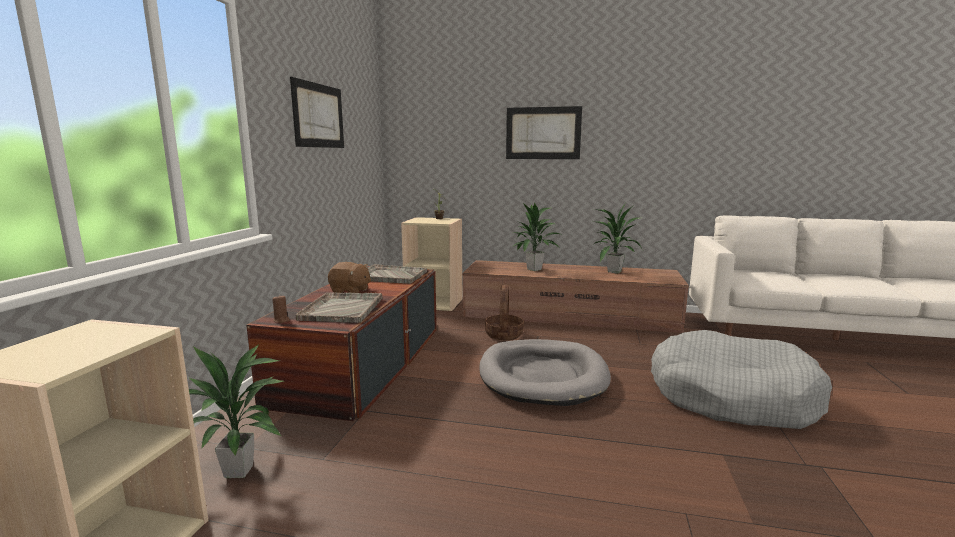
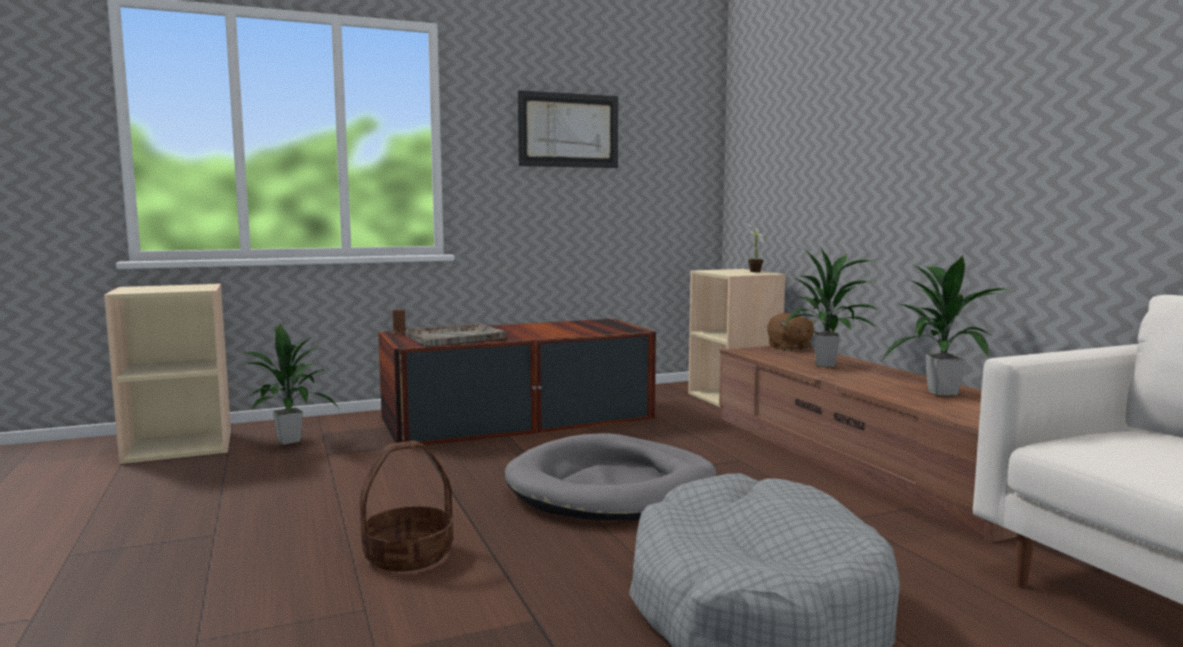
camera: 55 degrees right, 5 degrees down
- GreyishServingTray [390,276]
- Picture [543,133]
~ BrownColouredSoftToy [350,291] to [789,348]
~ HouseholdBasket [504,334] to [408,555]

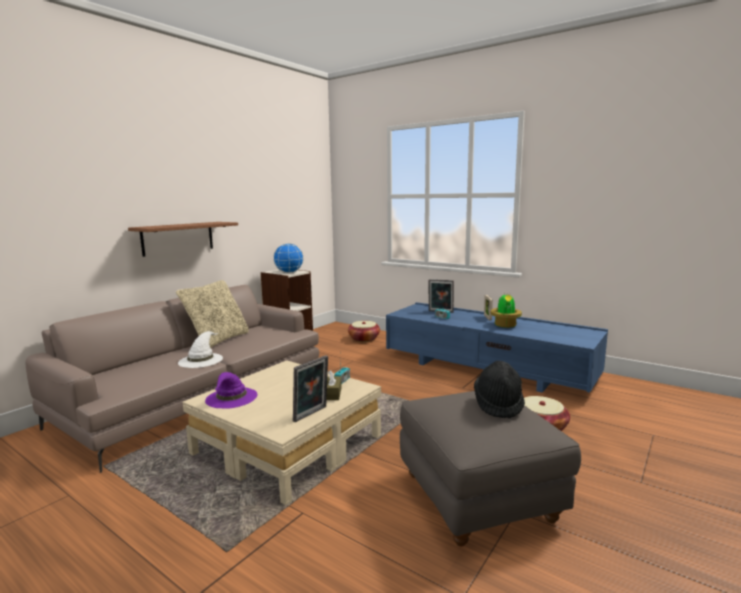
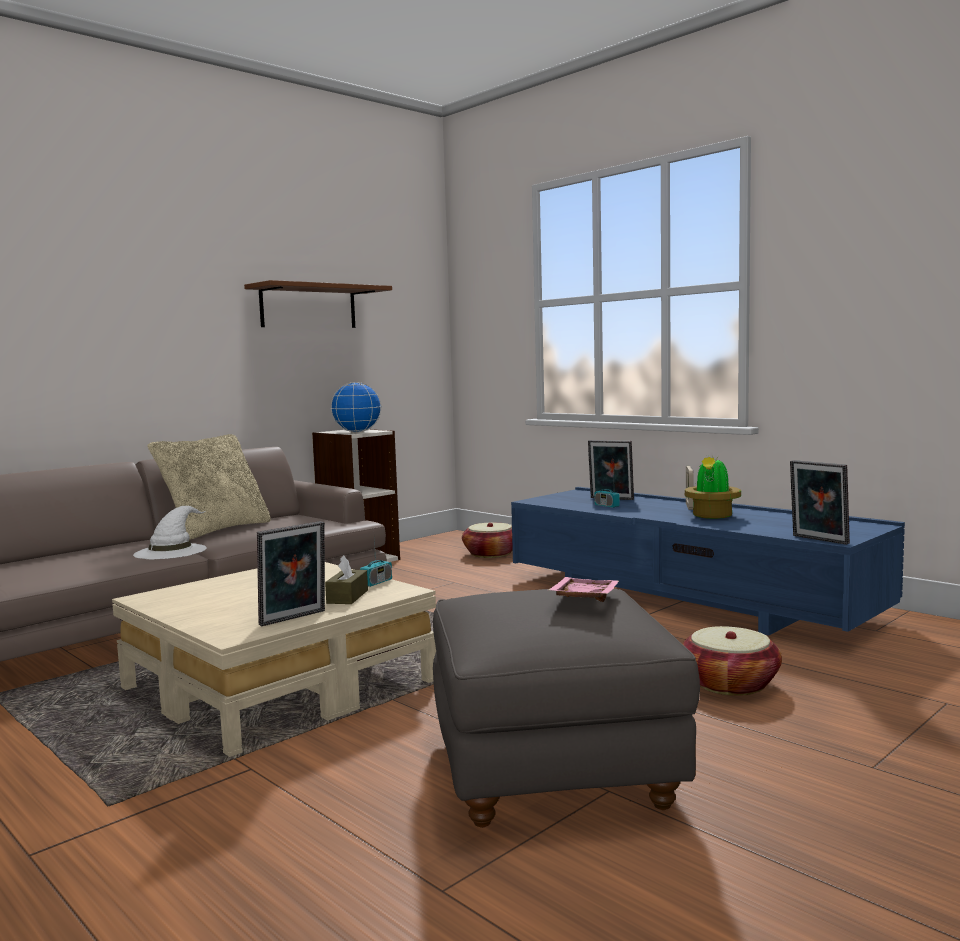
camera: 10 degrees right, 5 degrees down
- PurpleClothingHat [231,398]
+ PhotoFrame [818,540]
~ BrownColouredShelf [178,238] to [308,307]
~ BlackClothingHat [498,405] to PinkServingTray [583,599]

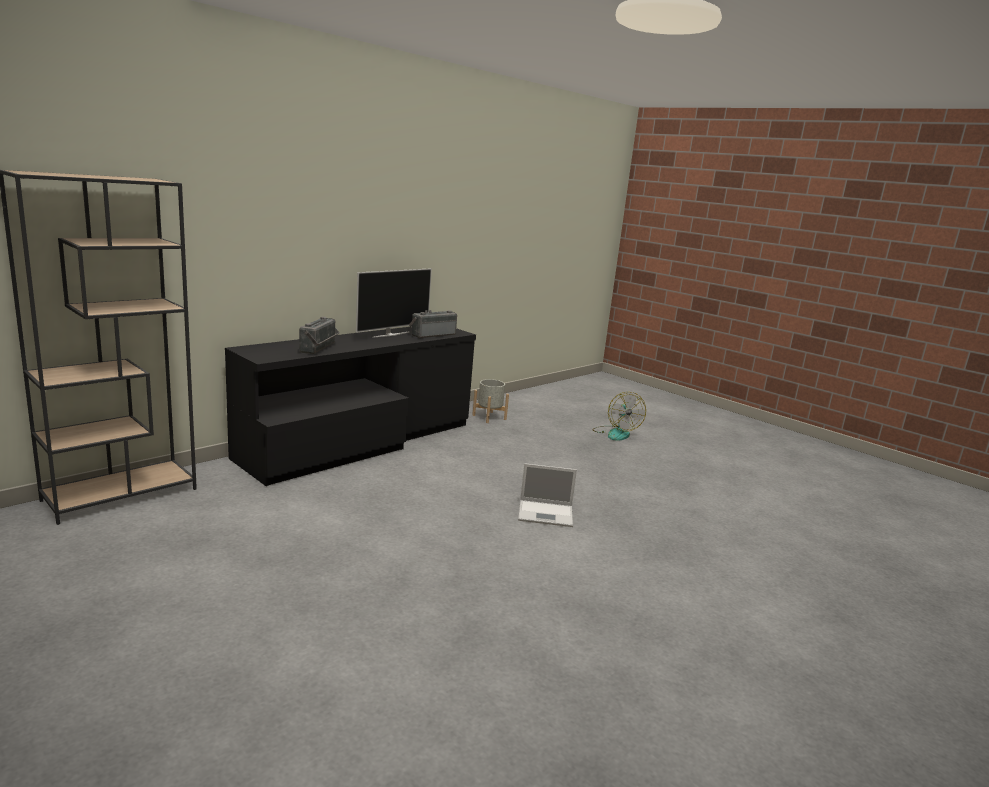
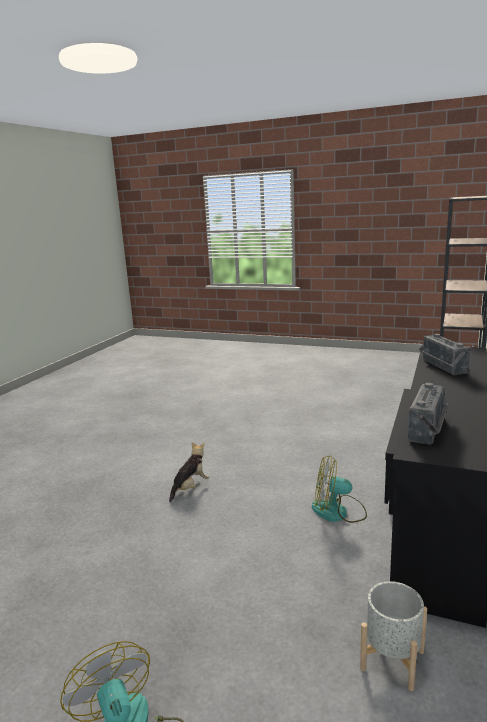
camera: 160 degrees right, 0 degrees up
- Tv [390,334]
+ Fan [338,512]
~ PortableComputer [546,513] to SoftToy [190,488]

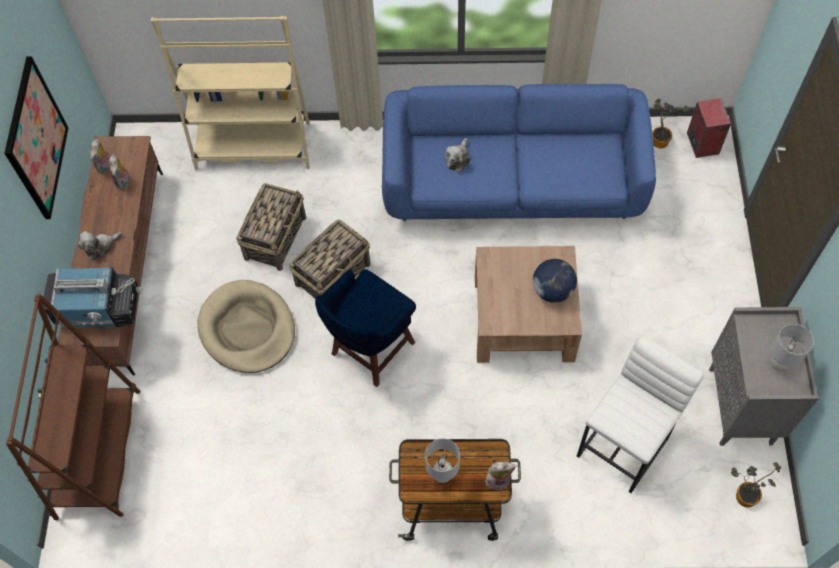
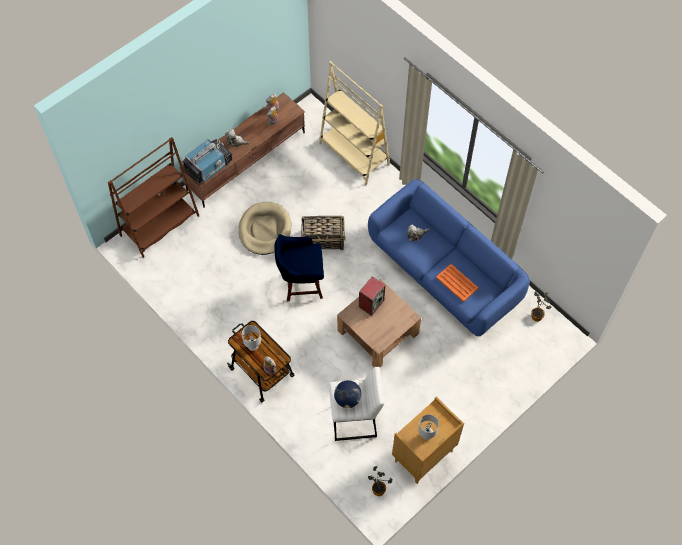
camera: 45 degrees right, 0 degrees up
- Picture [36,139]
- HouseholdBasket [276,237]
+ OrangeyServingTray [457,283]
~ WorldGlobe [552,290] to [347,399]
~ Speaker [702,143] to [371,303]
~ GreyishCupboard [740,406] to BrownColouredCupboard [423,456]
~ Tv [99,308] = [209,166] 90 degrees counterclockwise

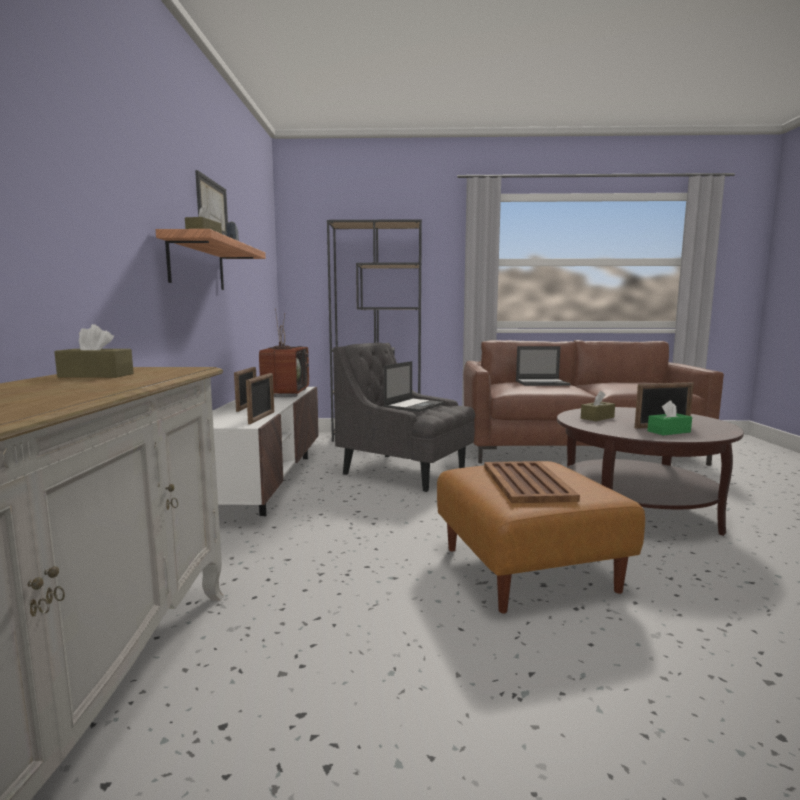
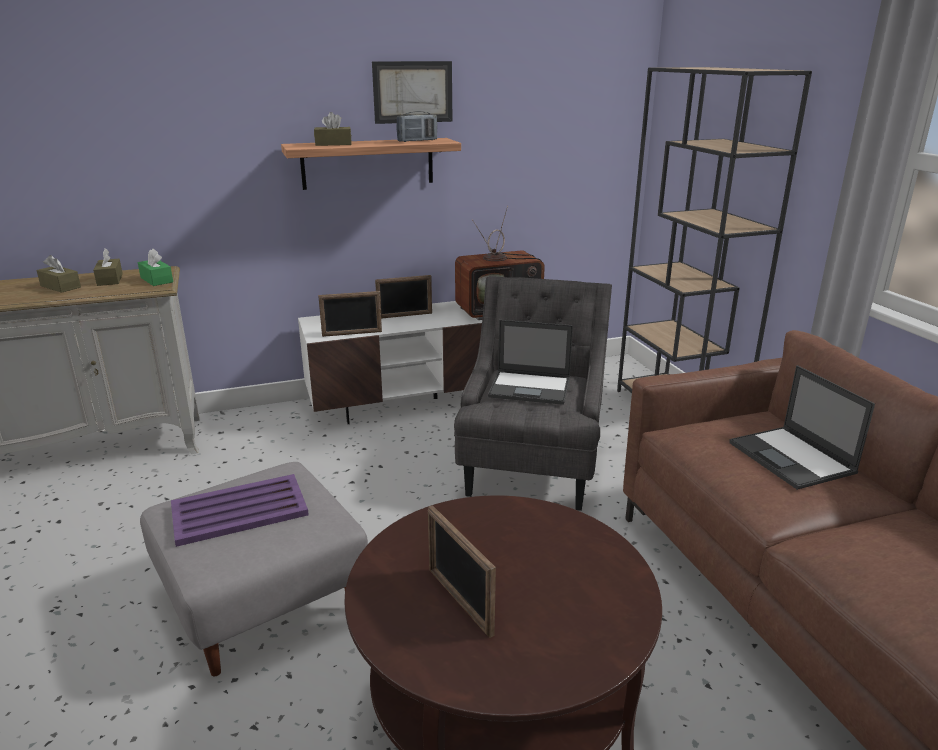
camera: 70 degrees right, 15 degrees up
~ BrownColouredTissueHolder [597,418] to [60,286]
~ GreenTissueHolder [668,431] to [156,280]
~ BrownColouredPouffe [529,569] to GreyishPouffe [261,600]
~ BrownColouredServingTray [527,483] to PurpleServingTray [238,510]

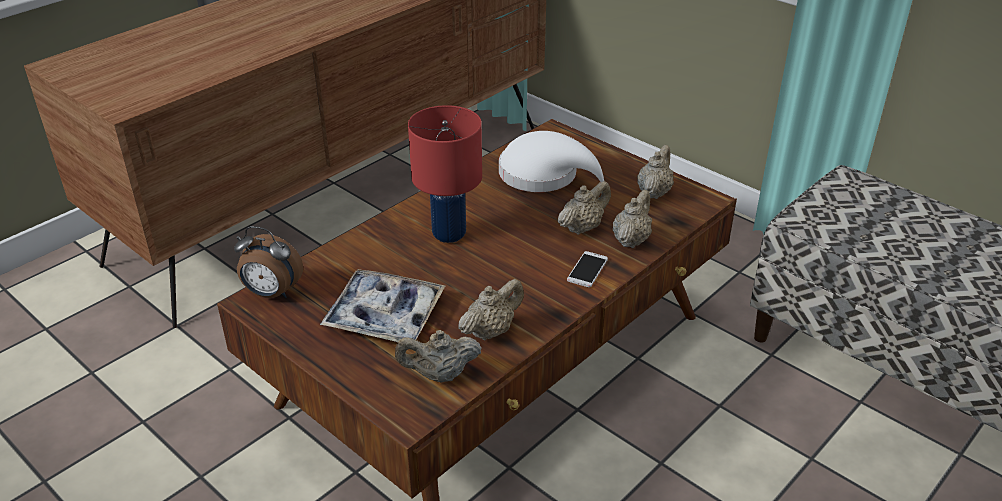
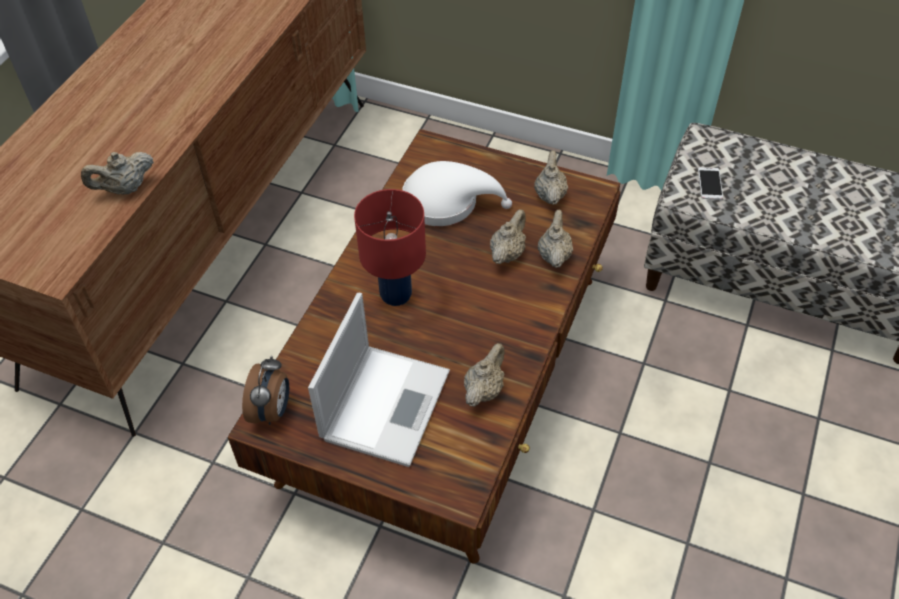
camera: 20 degrees left, 15 degrees up
~ BeigeColouredTeapot [439,375] to [125,189]
~ Telephone [587,269] to [710,184]
~ ServingTray [384,315] to PortableComputer [386,402]
~ BedsideClock [271,293] = [272,410] 75 degrees counterclockwise

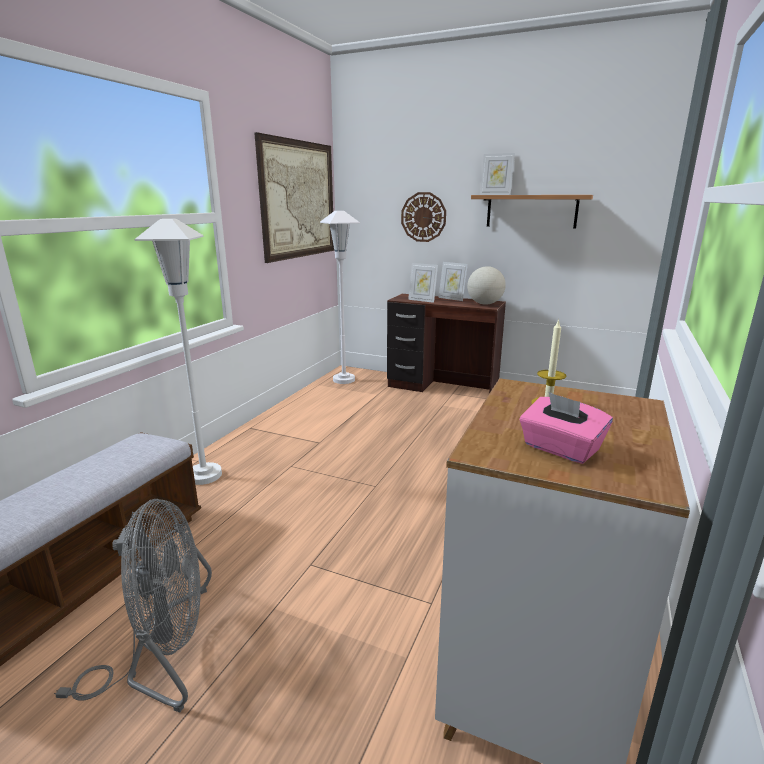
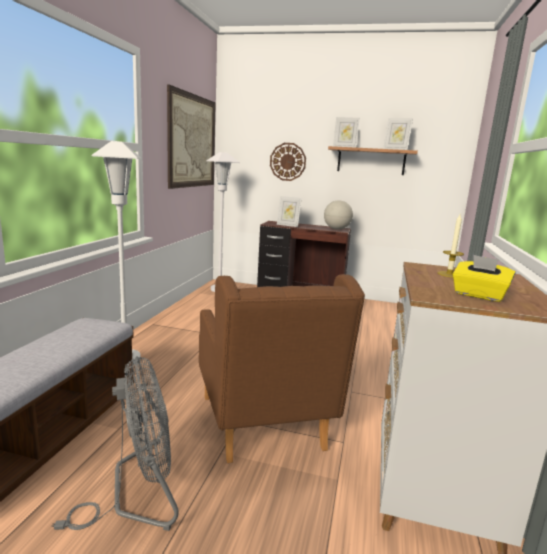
camera: 10 degrees left, 5 degrees down
+ BrownColouredLoungeChair [267,424]
~ PhotoFrame [451,299] to [395,149]
~ PinkTissueHolder [560,449] to YellowColouredTissueHolder [479,295]

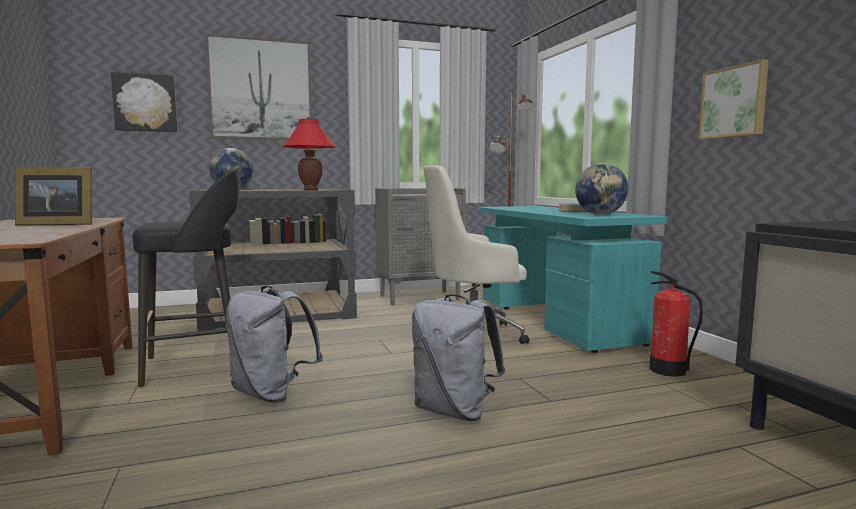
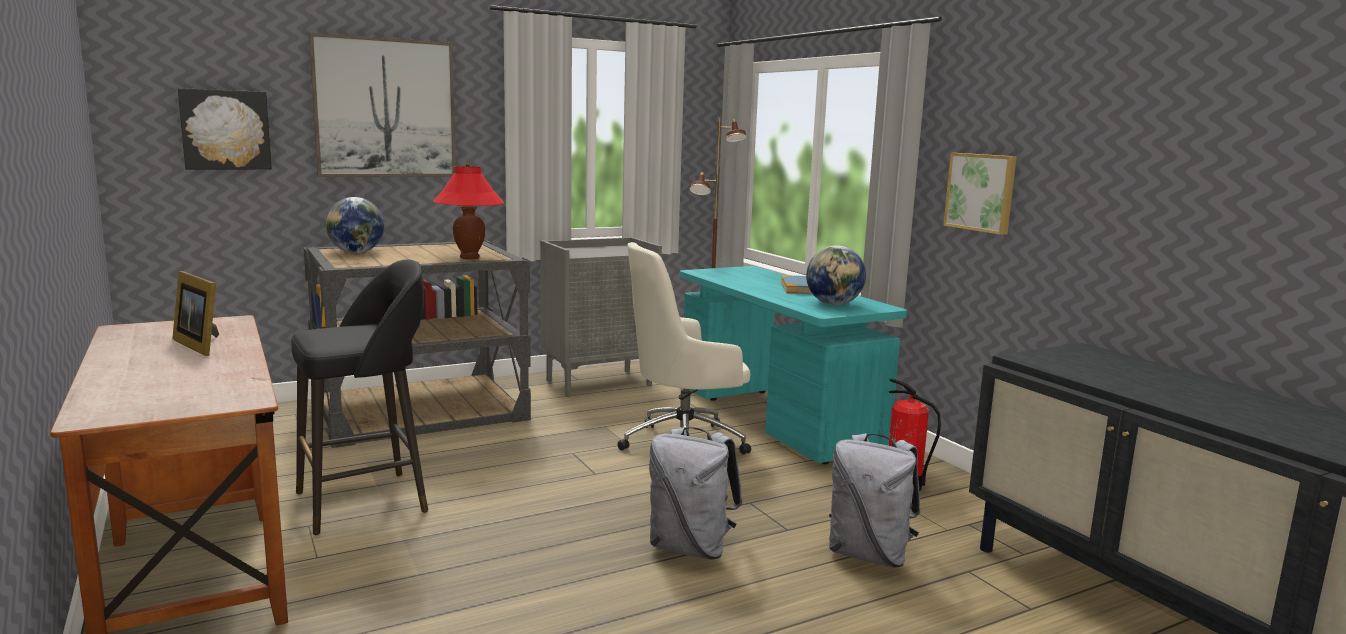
camera: 10 degrees left, 5 degrees up
~ GreyishBackpack [271,394] to [869,555]
~ PhotoFrame [56,224] = [201,345] 60 degrees clockwise

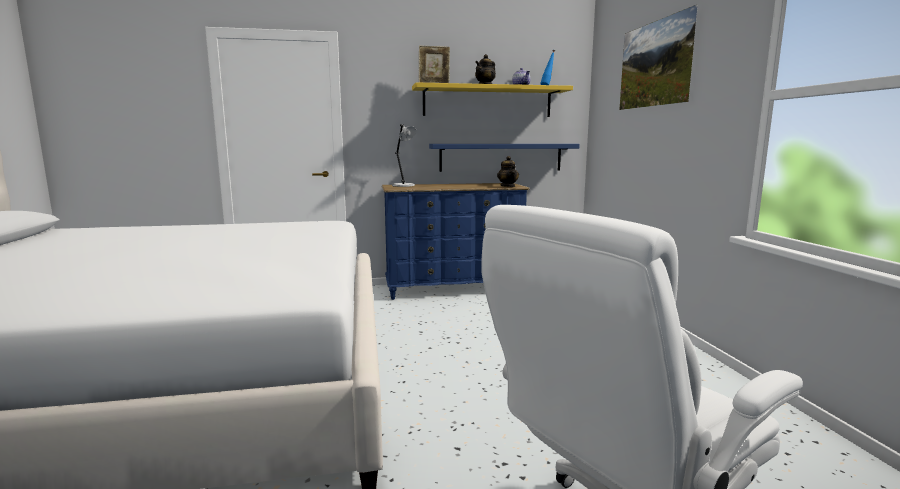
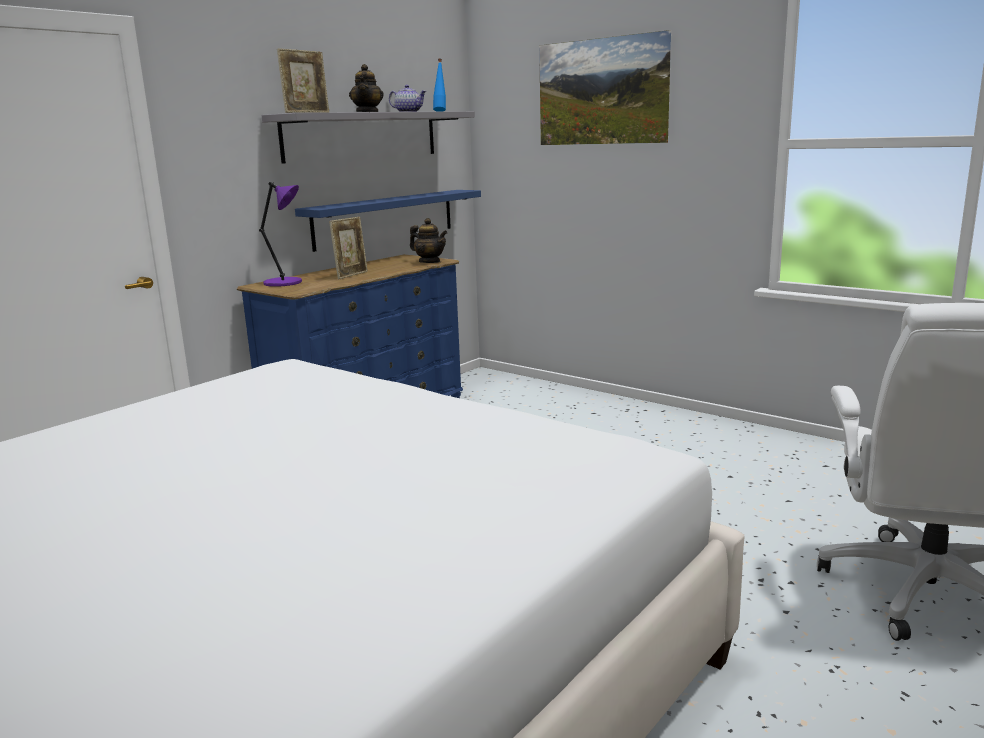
camera: 40 degrees left, 5 degrees up
+ PhotoFrame [351,275]
~ GreyishTabletopLamp [404,185] to PurpleTabletopLamp [285,283]
~ YellowColouredShelf [487,102] to GreyishShelf [362,136]

